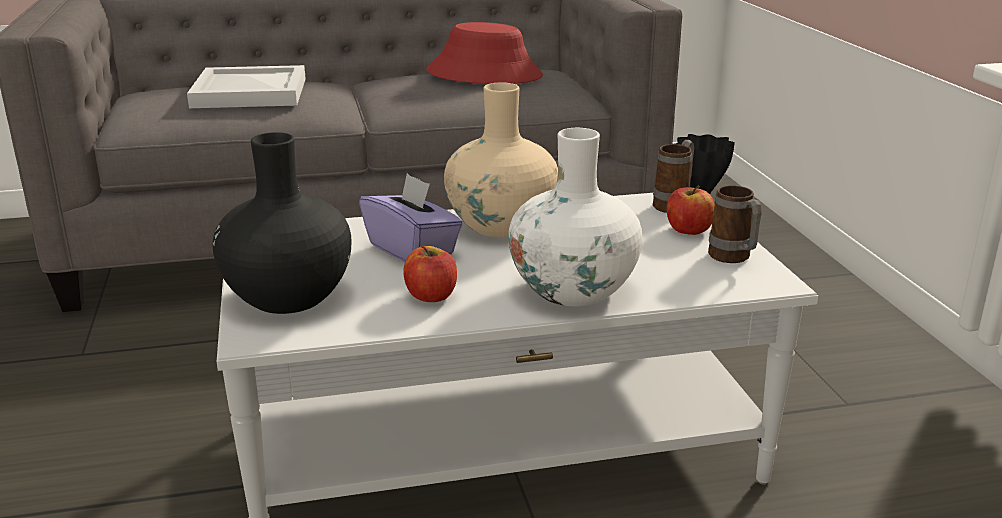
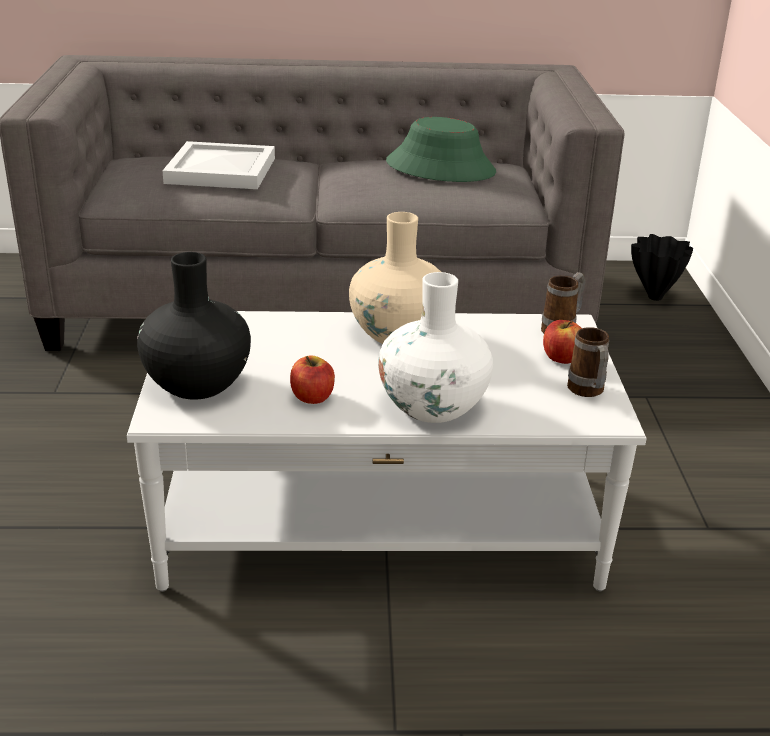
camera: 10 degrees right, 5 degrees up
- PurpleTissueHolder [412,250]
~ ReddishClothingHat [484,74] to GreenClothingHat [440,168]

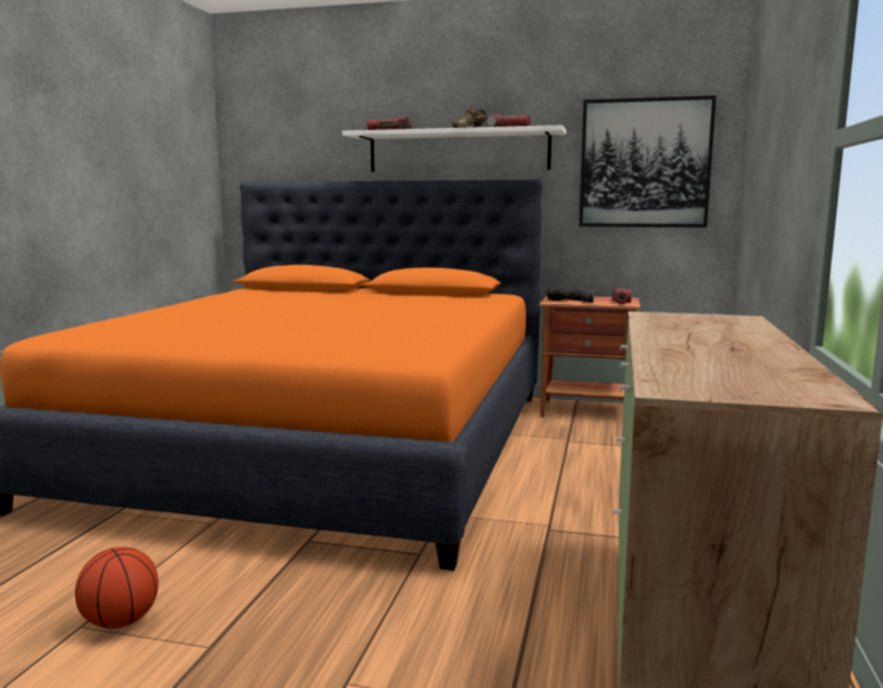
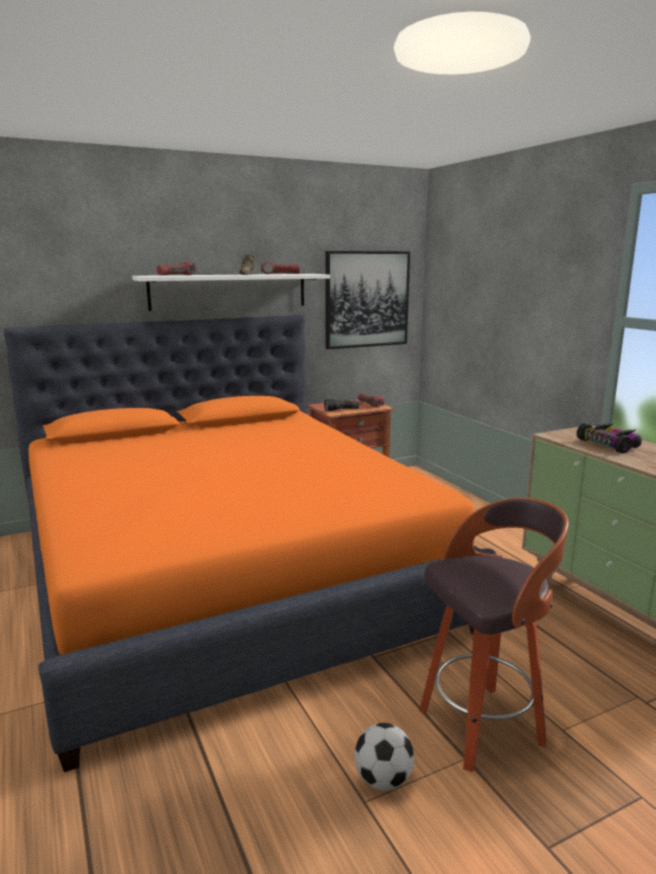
camera: 40 degrees left, 5 degrees up
+ SittingStool [483,725]
+ MiniatureCar [609,445]
~ BasketballBall [121,622] to Football [383,780]

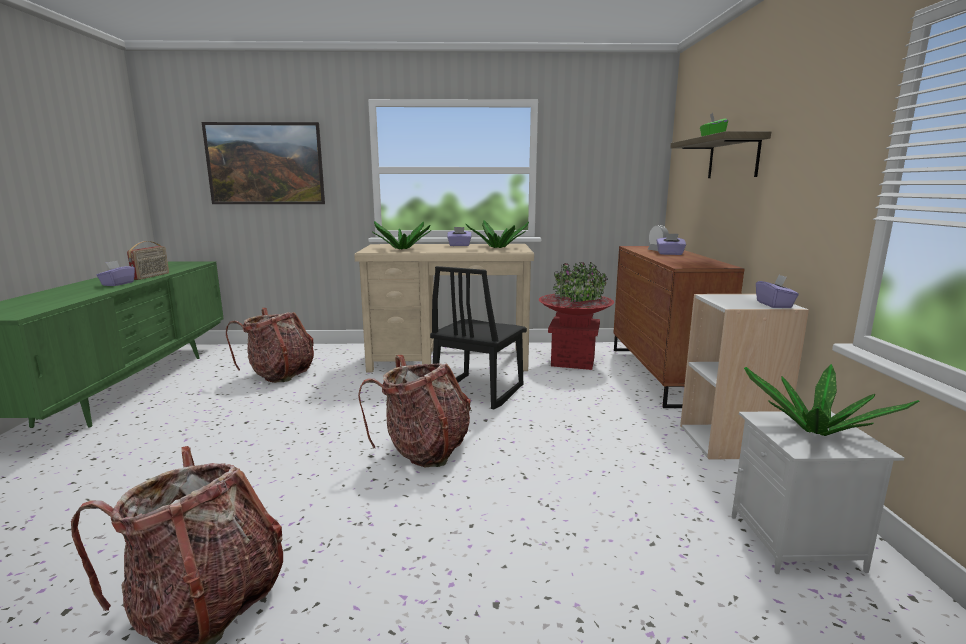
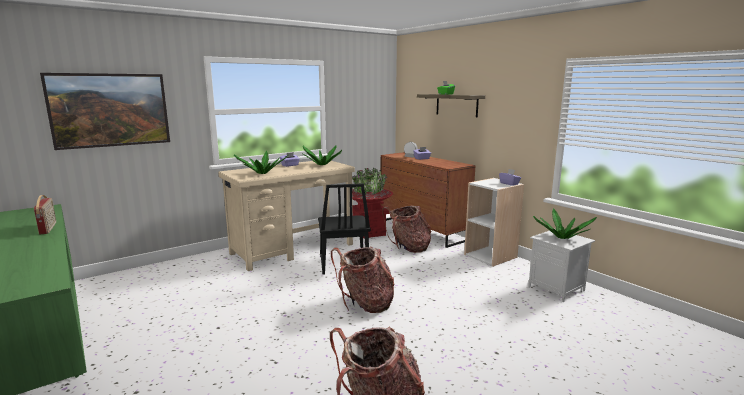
camera: 35 degrees left, 0 degrees up
- PurpleTissueHolder [117,284]
~ Backpack [279,374] to [408,248]

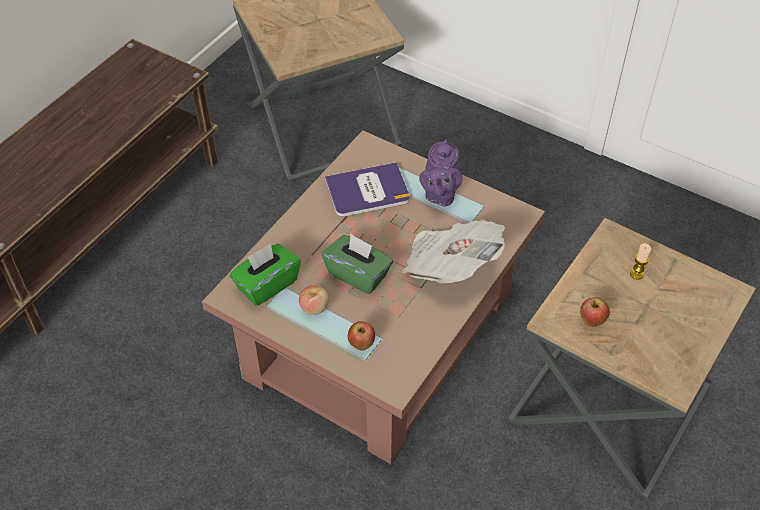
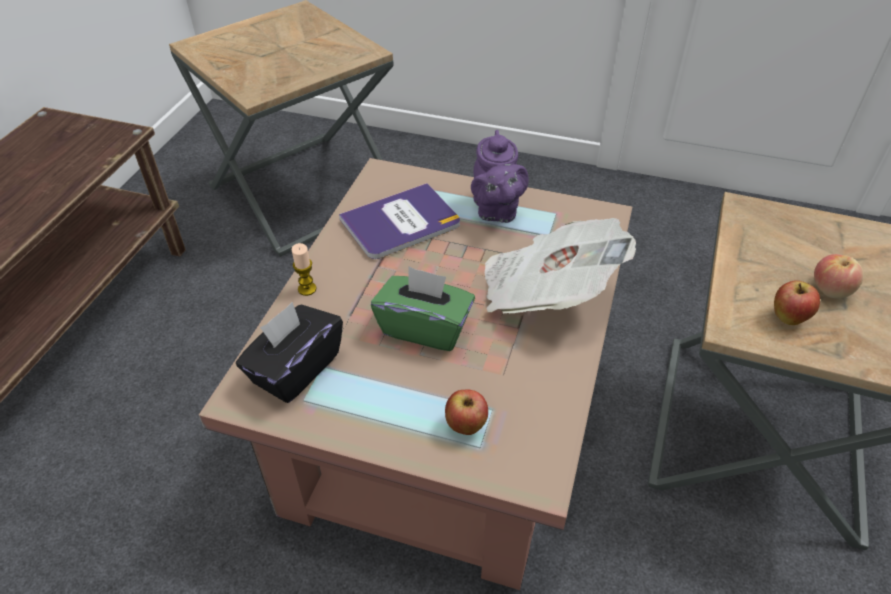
camera: 15 degrees left, 5 degrees down
~ Apple [314,308] to [830,290]
~ WaxCandle [637,274] to [307,289]
~ GreenTissueHolder [267,284] to BlackTissueHolder [295,369]

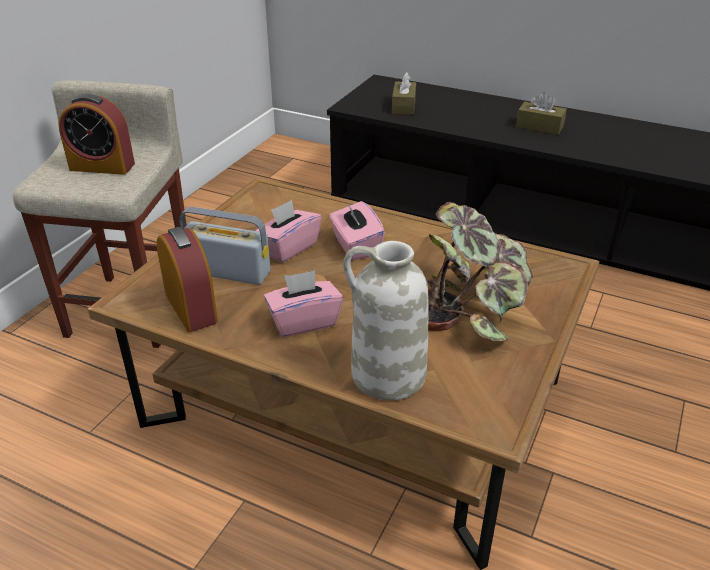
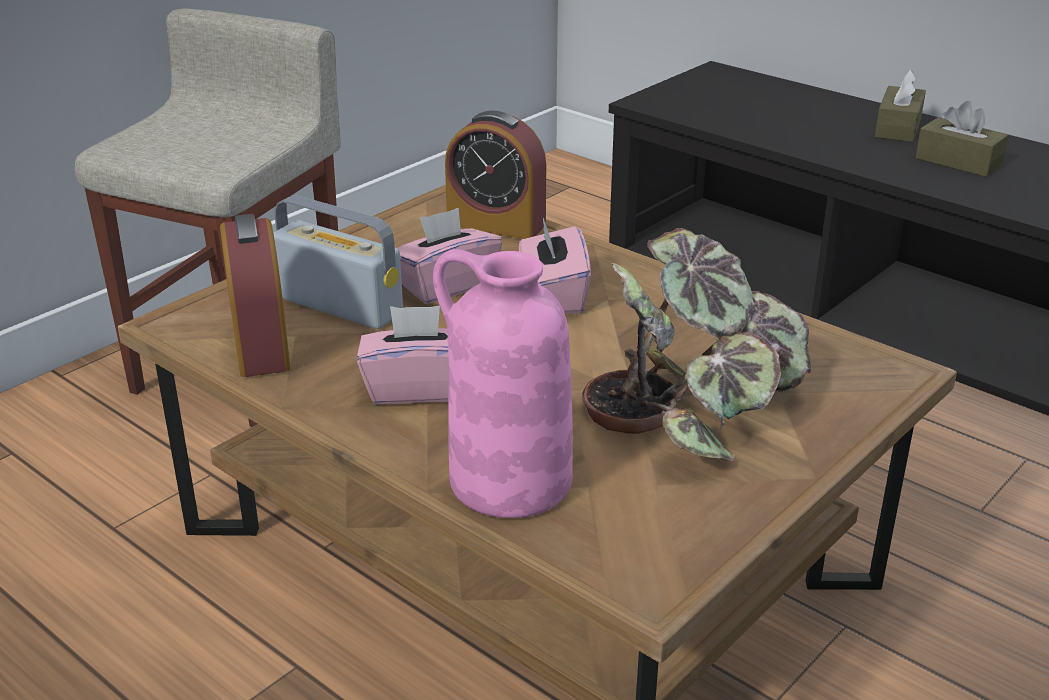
camera: 15 degrees right, 5 degrees down
~ BedsideClock [102,166] to [496,224]
~ BrownColouredTissueHolder [403,106] to [898,128]
~ WhiteFlowerVase [387,375] to PinkFlowerVase [508,481]

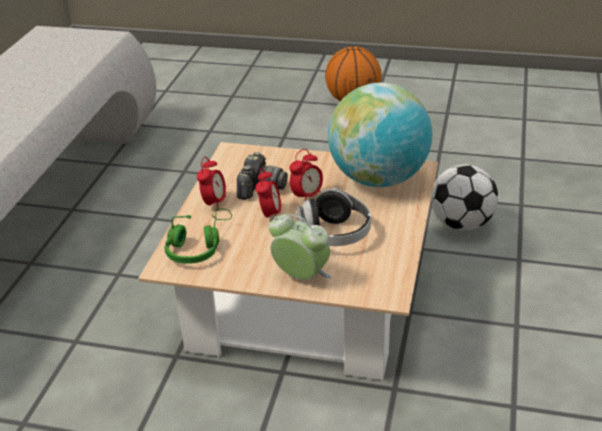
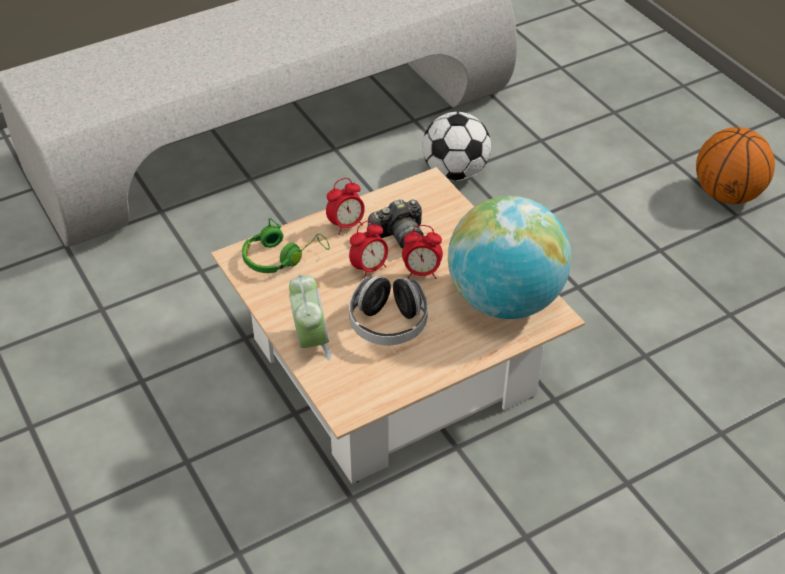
camera: 45 degrees right, 10 degrees up
~ Football [461,224] to [455,172]

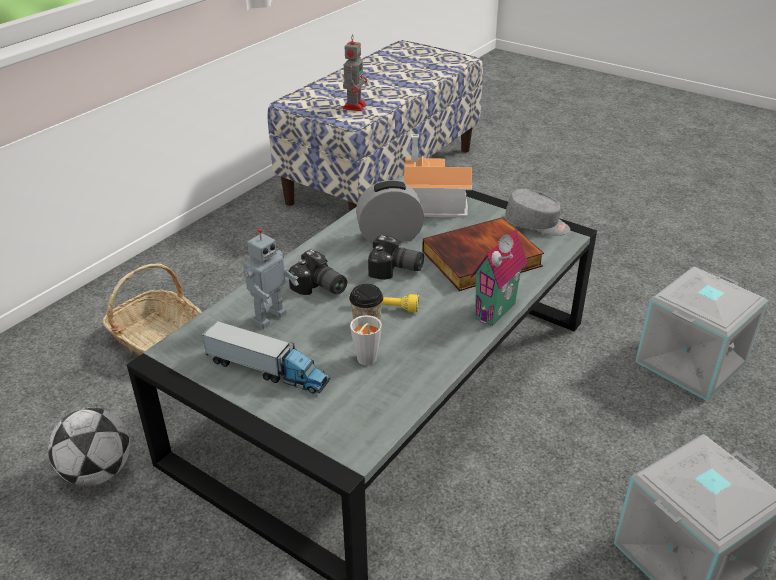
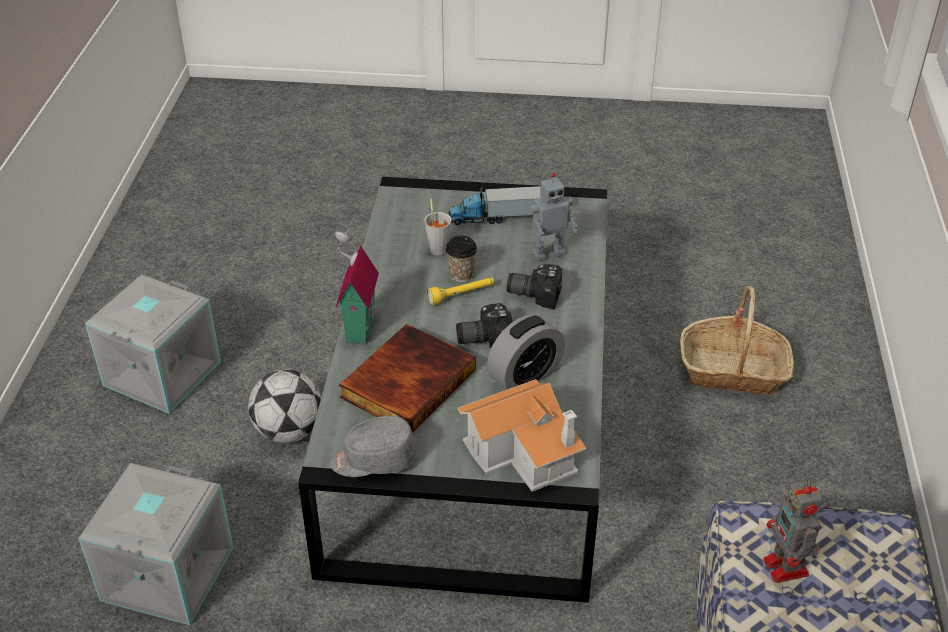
camera: 150 degrees right, 5 degrees up
~ Football [98,472] to [288,431]
~ ToyRobot [268,317] = [548,253] 120 degrees counterclockwise

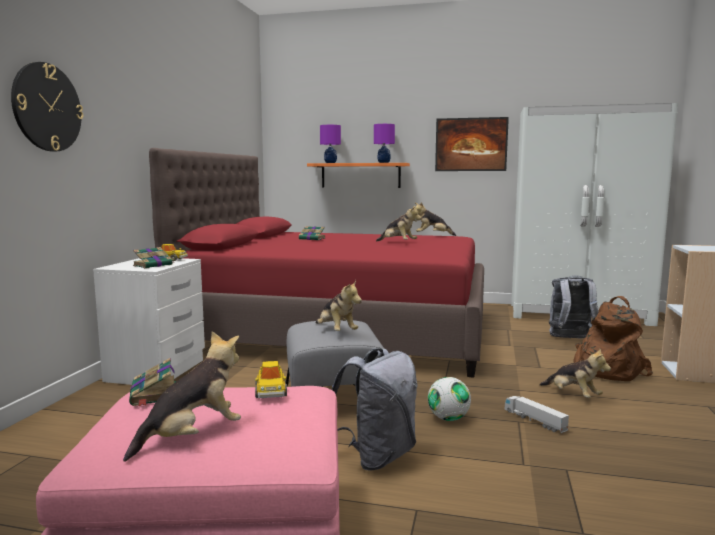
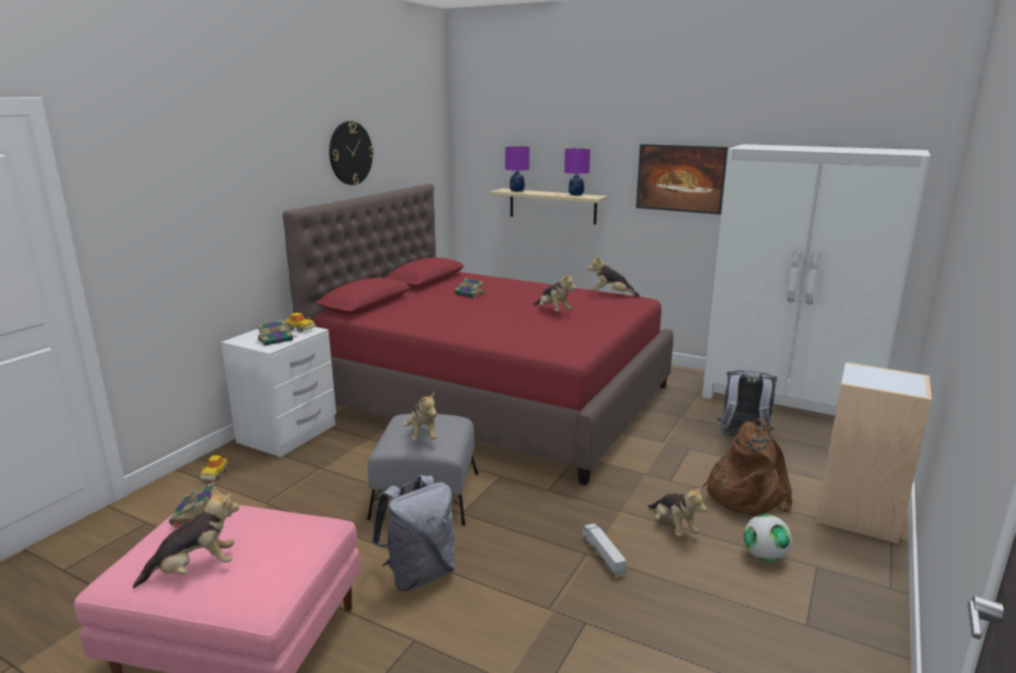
camera: 15 degrees right, 10 degrees up
~ WallClock [47,107] to [350,153]
~ MiniatureCar [271,392] to [215,474]
~ Football [448,418] to [764,556]
~ OrangeyShelf [360,175] to BeigeColouredShelf [552,206]

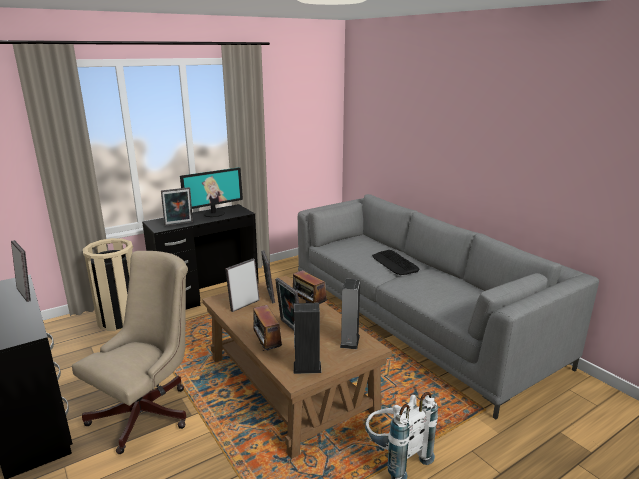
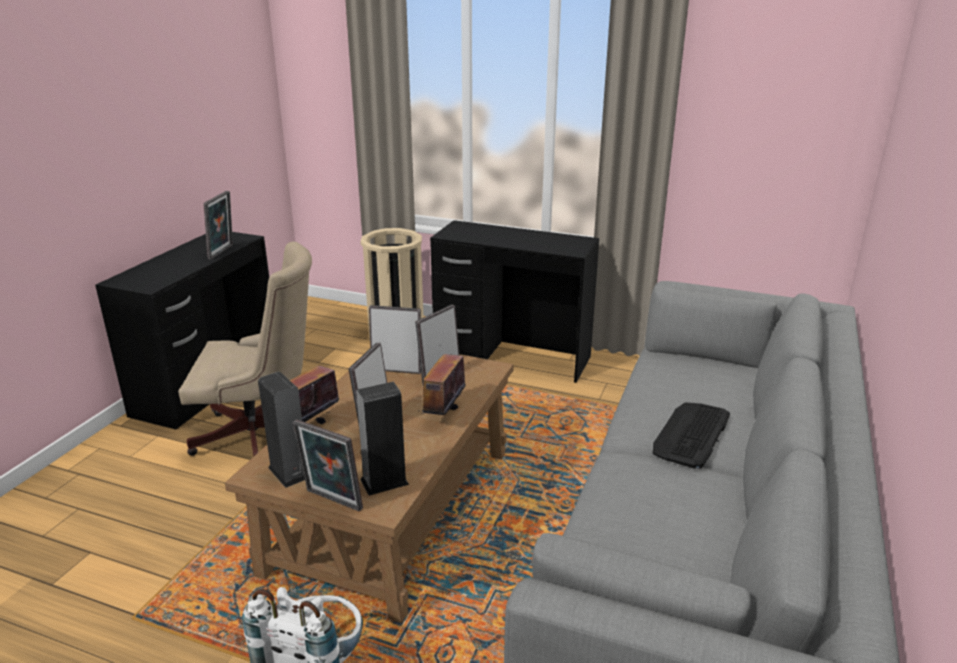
camera: 55 degrees right, 5 degrees up
- ComputerScreen [214,213]
~ PhotoFrame [179,224] to [331,502]

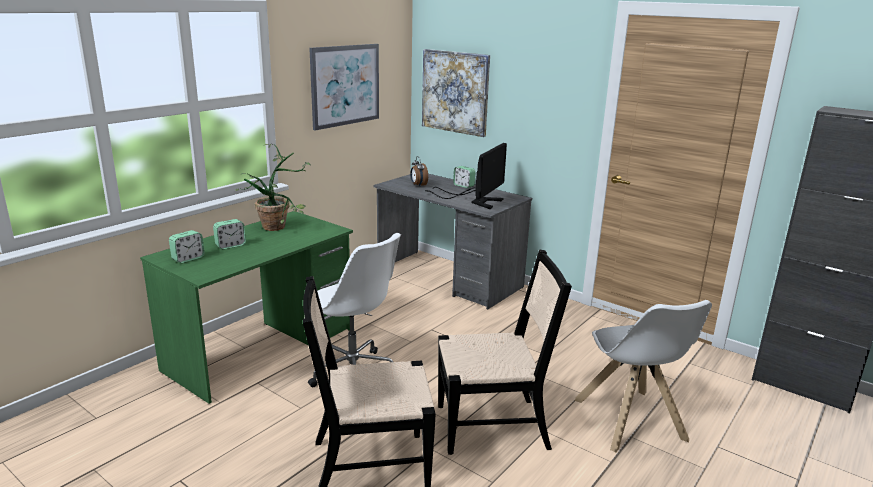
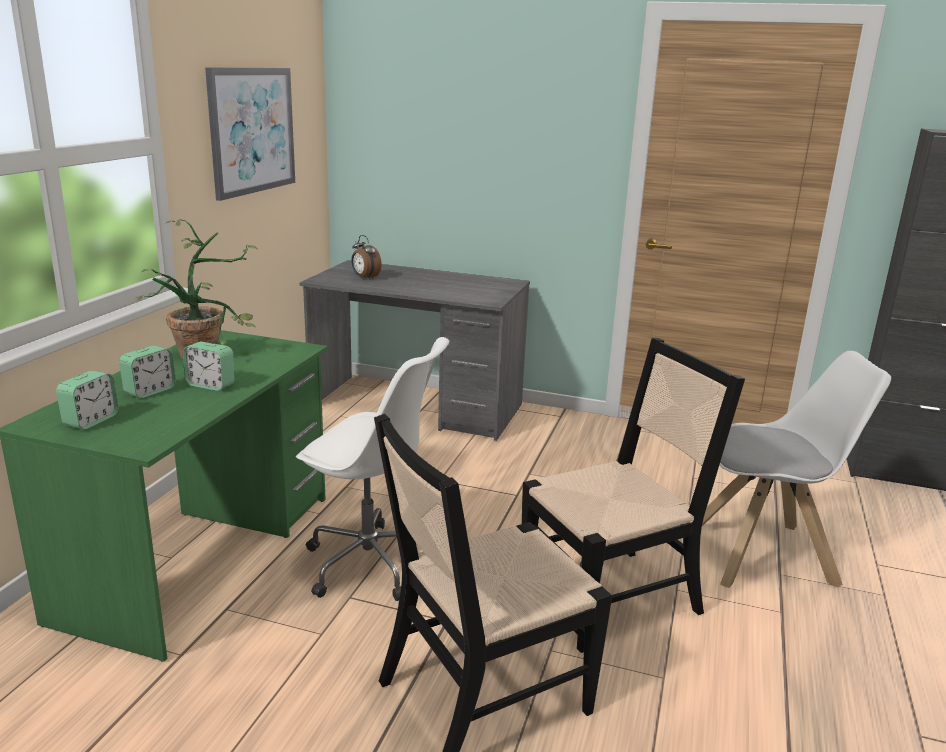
camera: 20 degrees left, 0 degrees up
- Picture [455,92]
- ComputerScreen [476,200]
~ BedsideClock [463,185] to [210,385]
~ Chair [630,422] = [765,555] 60 degrees counterclockwise

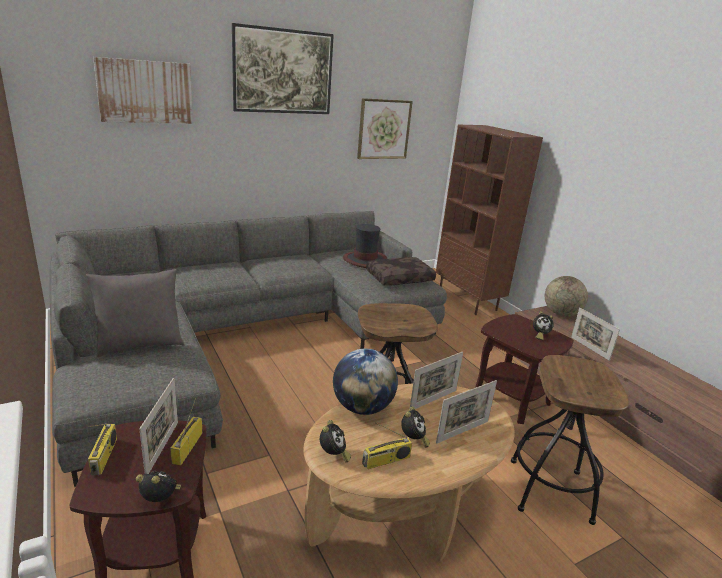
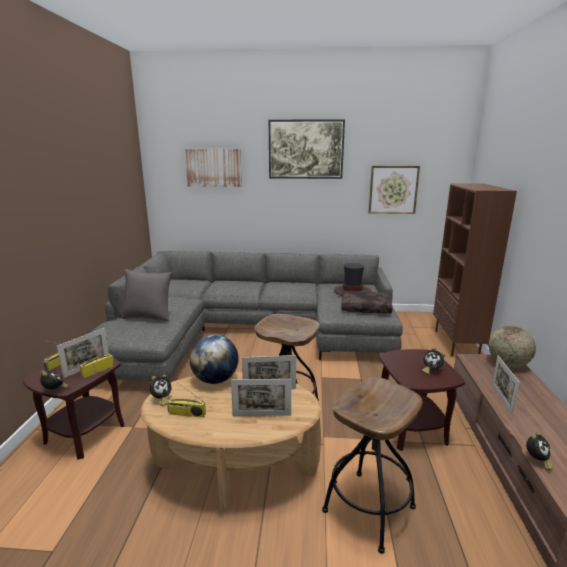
camera: 35 degrees right, 5 degrees down
~ BedsideClock [413,440] to [536,461]

